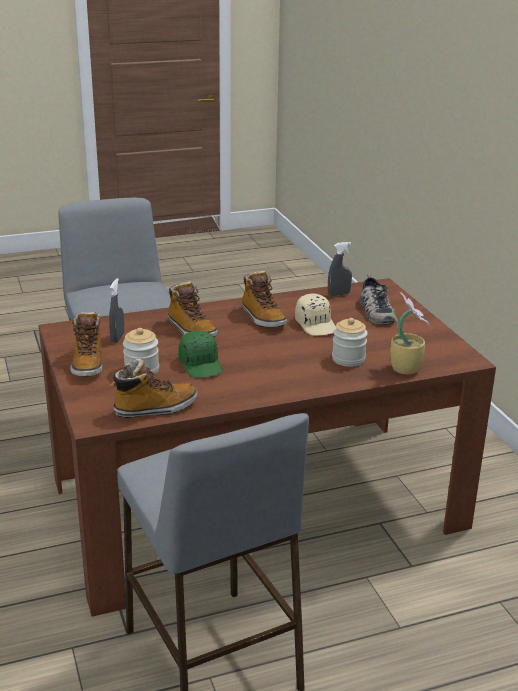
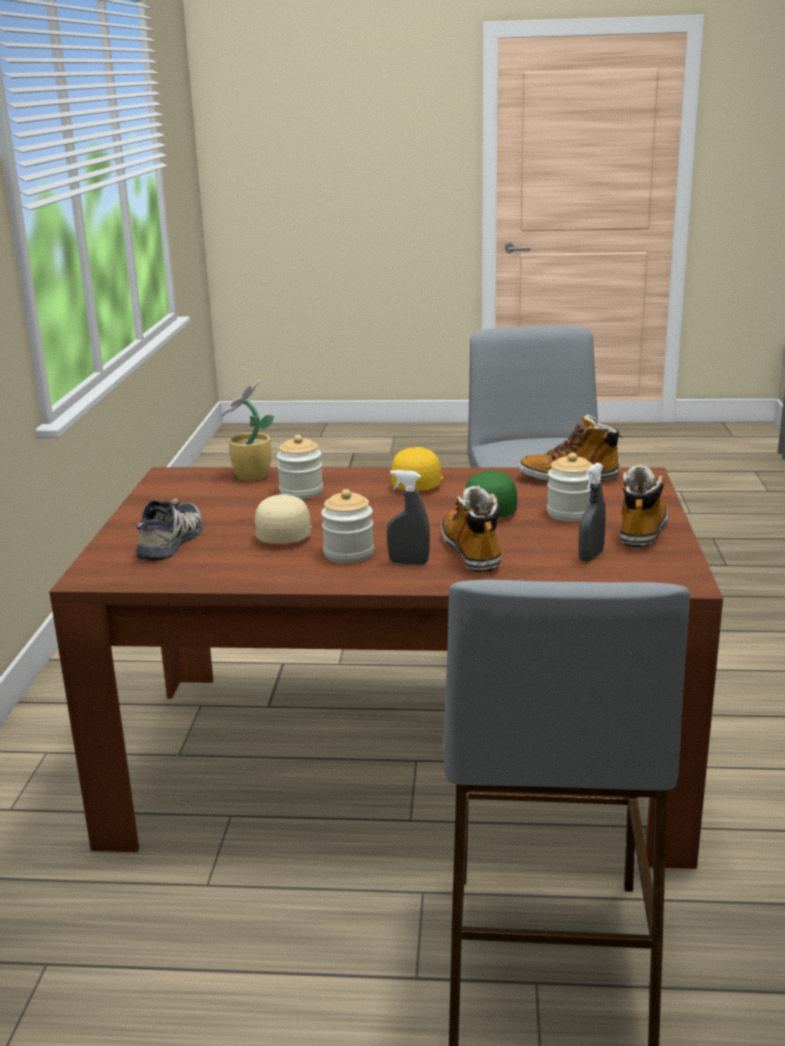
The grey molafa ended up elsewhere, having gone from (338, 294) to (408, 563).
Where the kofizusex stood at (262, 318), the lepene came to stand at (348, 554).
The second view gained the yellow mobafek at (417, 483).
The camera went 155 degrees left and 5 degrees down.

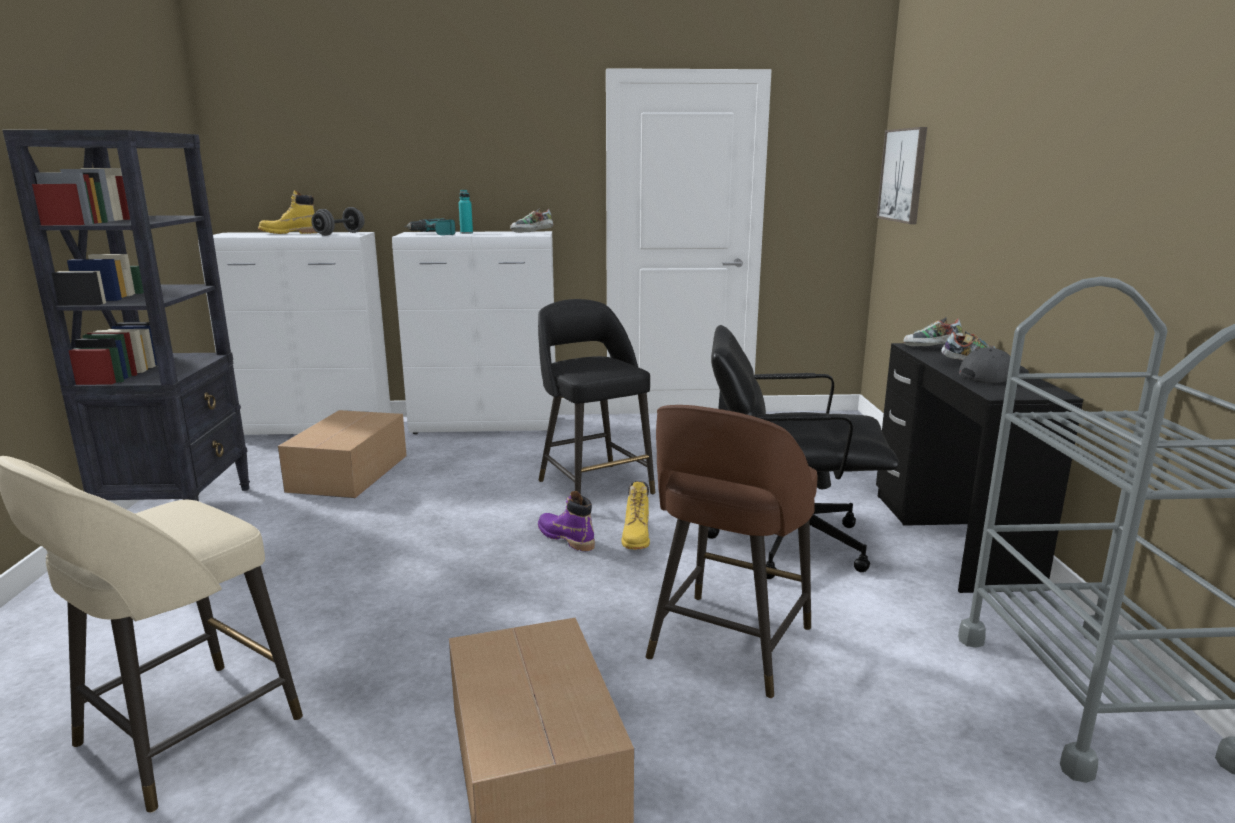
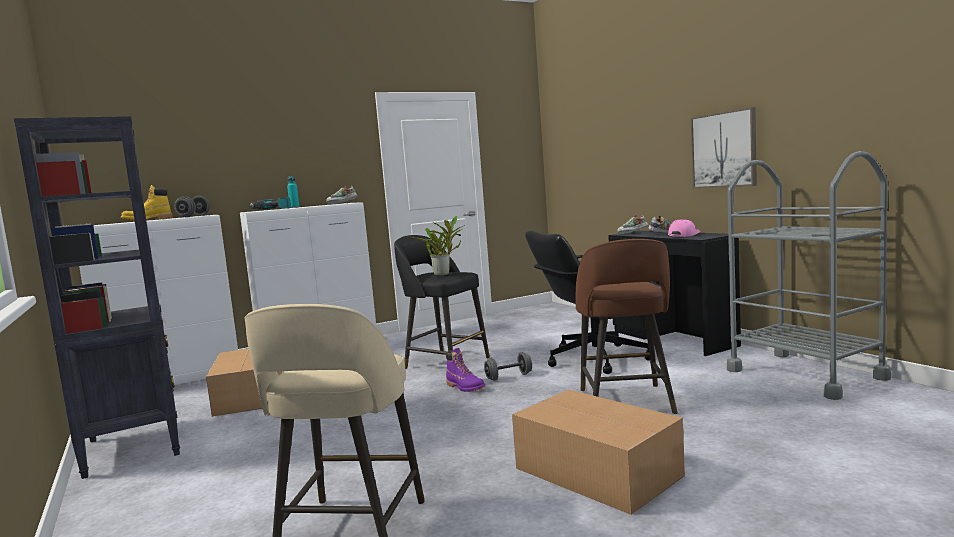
The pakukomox ended up elsewhere, having gone from (903, 175) to (724, 150).
What was the grey mobafek at (991, 375) turned into the pink mobafek at (683, 235).
Where the yellow kofizusex stood at (636, 538), the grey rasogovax came to stand at (509, 377).
The purple kofizusex at (566, 538) ended up facing another way, 150 degrees counterclockwise from before.
The second view gained the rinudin at (444, 274).
The camera went 25 degrees left and 10 degrees down.

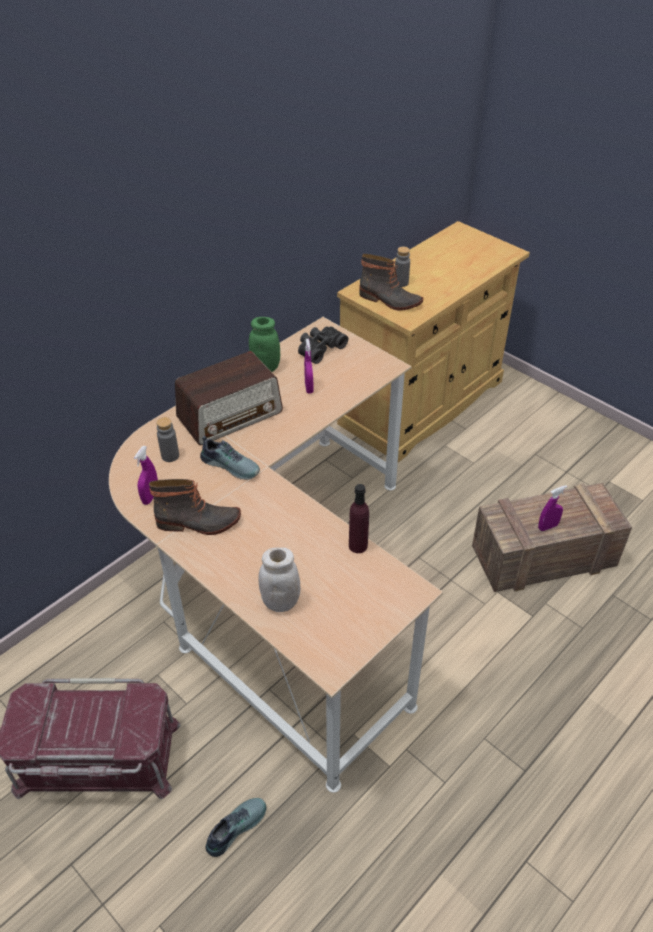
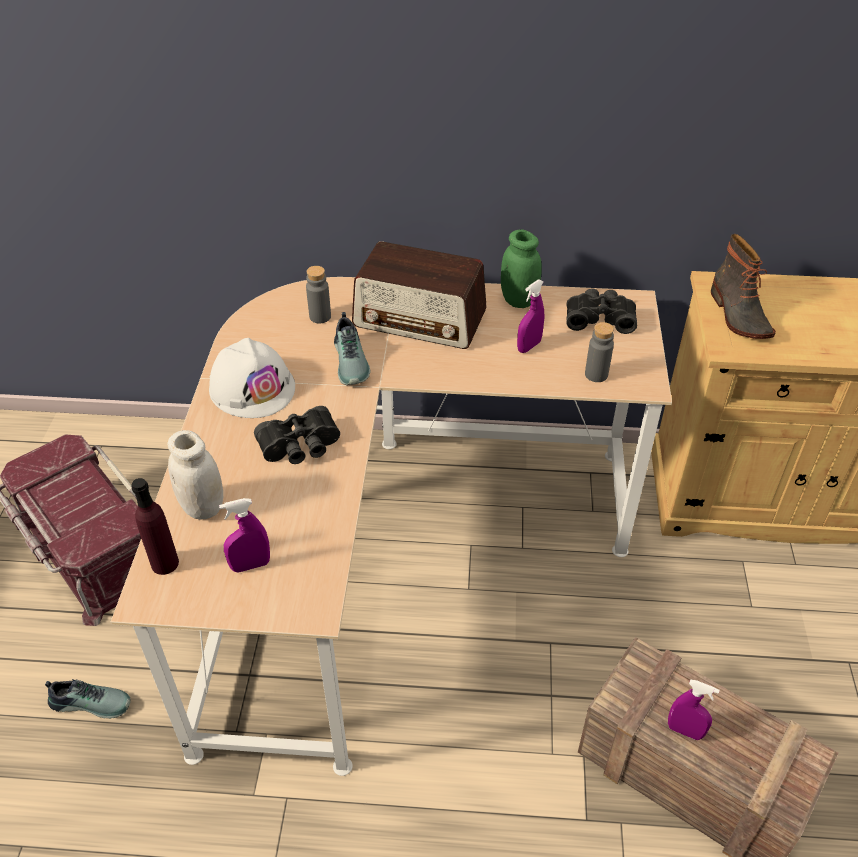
The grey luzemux ended up elsewhere, having gone from (401, 283) to (596, 374).
The purple molafa ended up elsewhere, having gone from (150, 497) to (250, 565).
Where the kofizusex stood at (198, 523), the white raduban came to stand at (252, 387).
The purple luzemux ended up elsewhere, having gone from (358, 545) to (165, 563).
The second view gained the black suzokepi at (300, 447).
The camera went 50 degrees right and 0 degrees up.

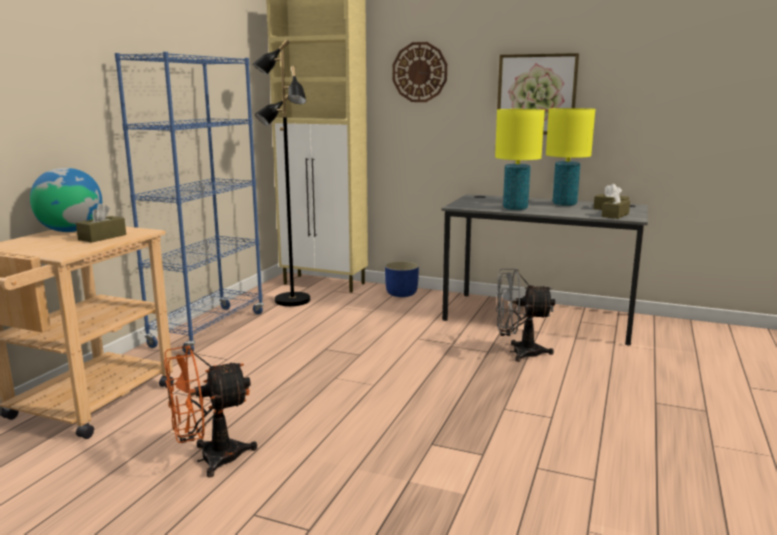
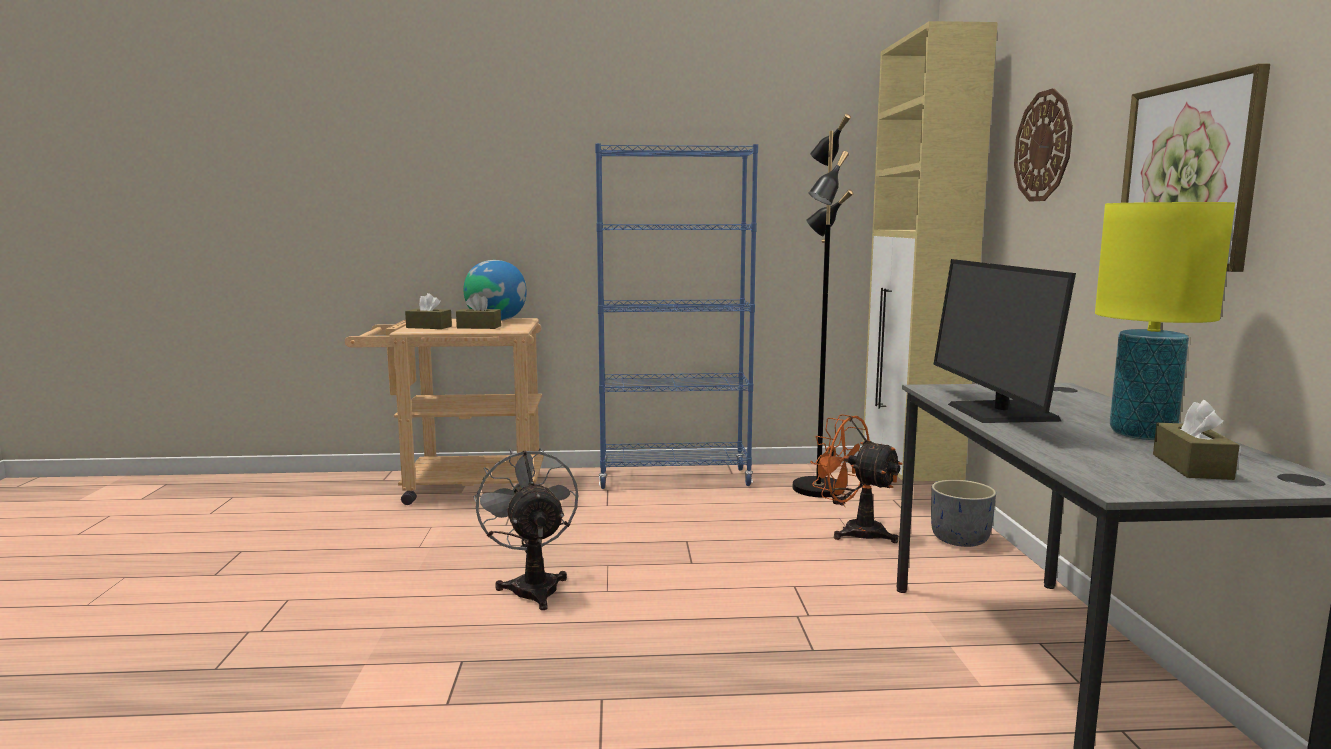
Where the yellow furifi stood at (515, 208), the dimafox came to stand at (999, 412).
The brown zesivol ended up elsewhere, having gone from (615, 215) to (429, 327).
What was the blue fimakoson at (402, 293) turned into the grey fimakoson at (961, 539).
The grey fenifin ended up elsewhere, having gone from (518, 352) to (532, 586).
The orange fenifin ended up elsewhere, having gone from (209, 459) to (853, 531).
The camera went 65 degrees right and 5 degrees down.

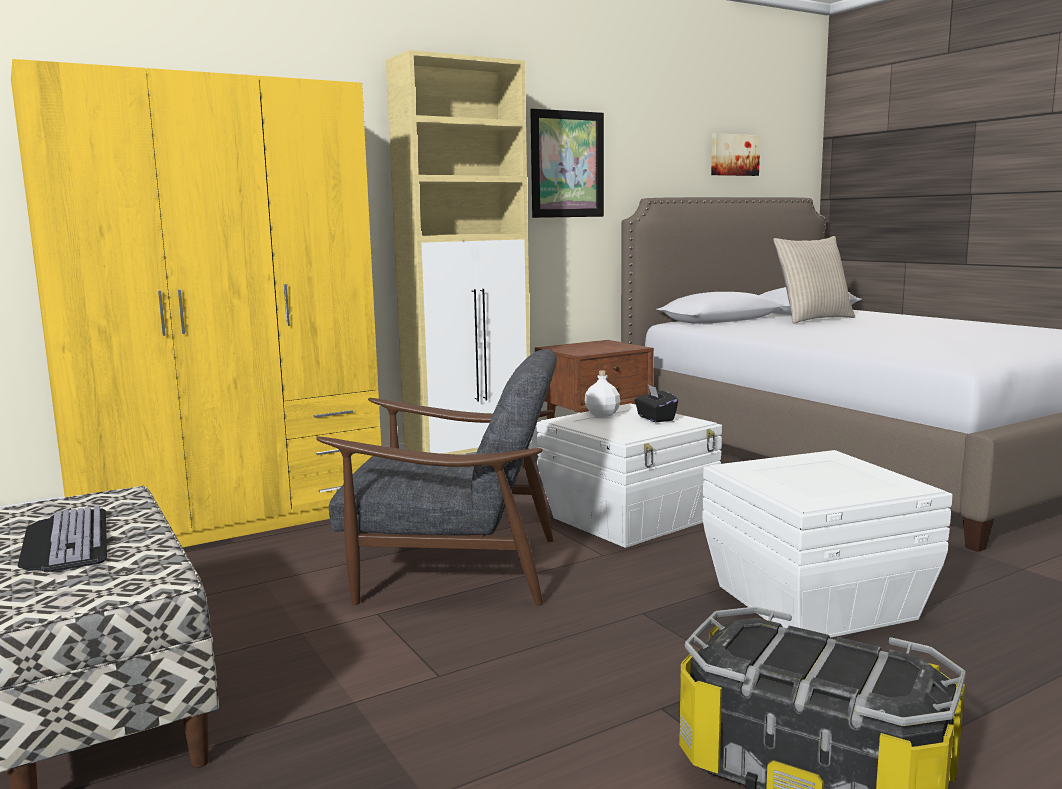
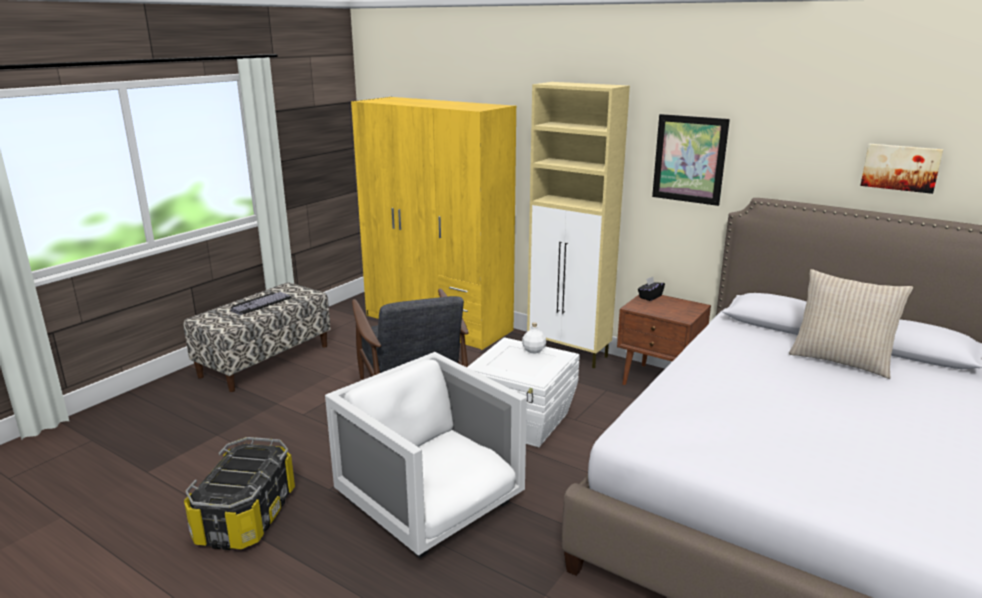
The black zesivol ended up elsewhere, having gone from (655, 418) to (650, 297).
Where the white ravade stood at (814, 601), the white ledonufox came to stand at (431, 502).
The camera went 65 degrees right and 10 degrees up.

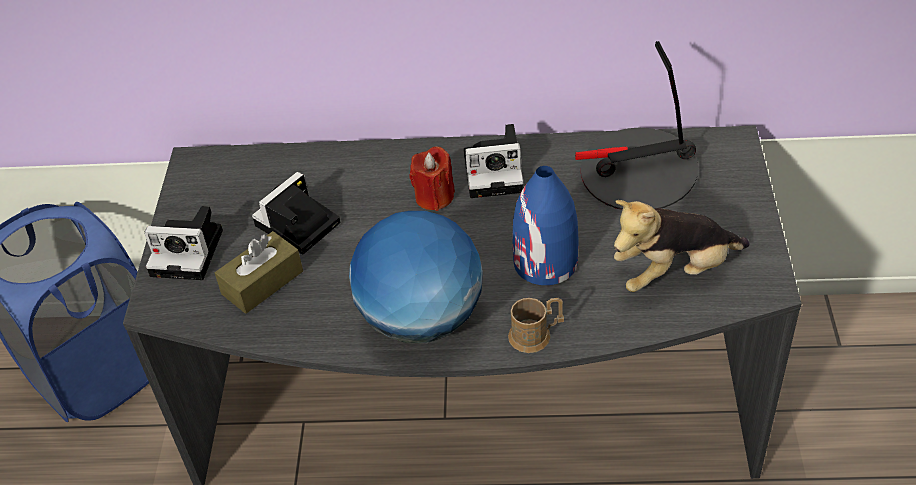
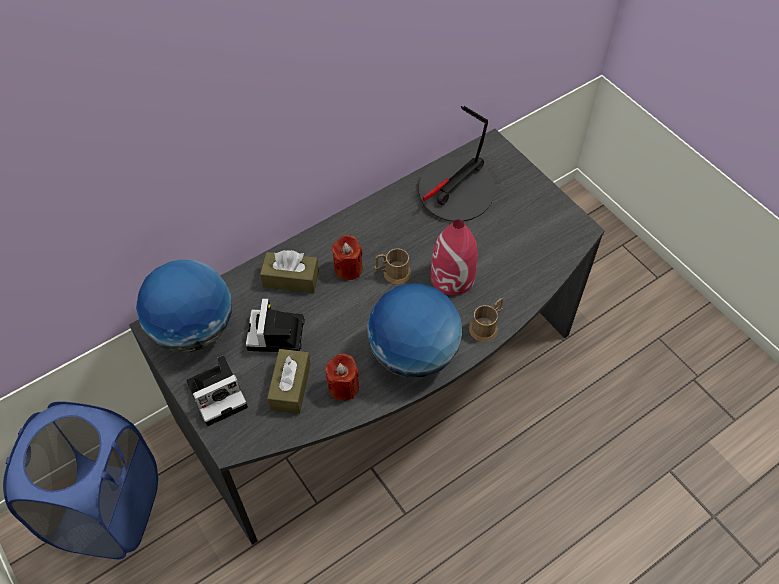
The second view lost the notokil at (496, 171).
What was the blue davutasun at (545, 262) turned into the red davutasun at (453, 277).
The second view lost the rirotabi at (674, 272).
The second view gained the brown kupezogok at (392, 273).
The second view gained the brown zesivol at (291, 279).
The second view gained the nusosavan at (194, 330).
The second view gained the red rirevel at (343, 386).
The camera went 40 degrees left and 10 degrees up.

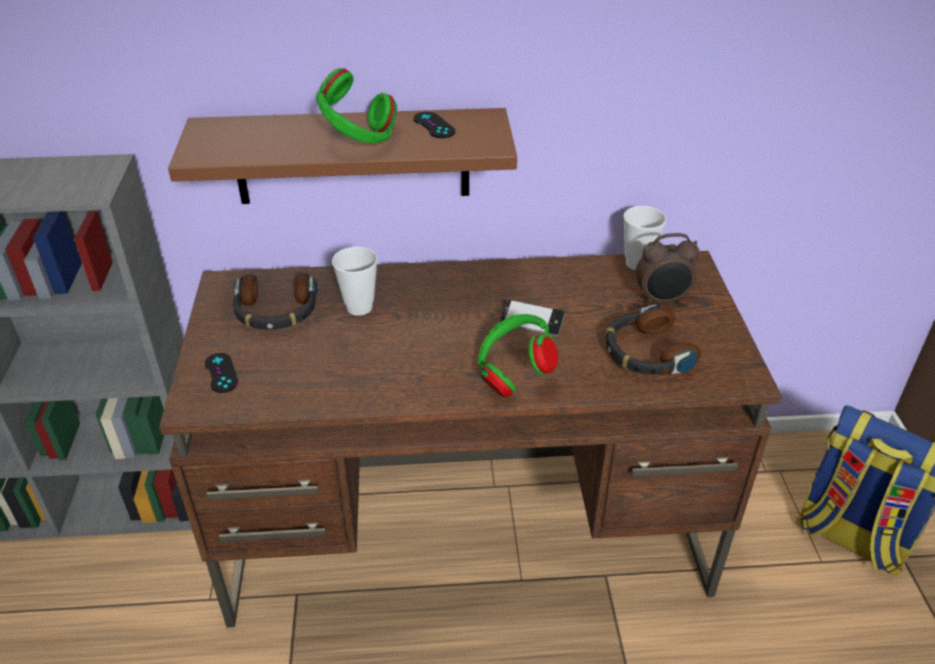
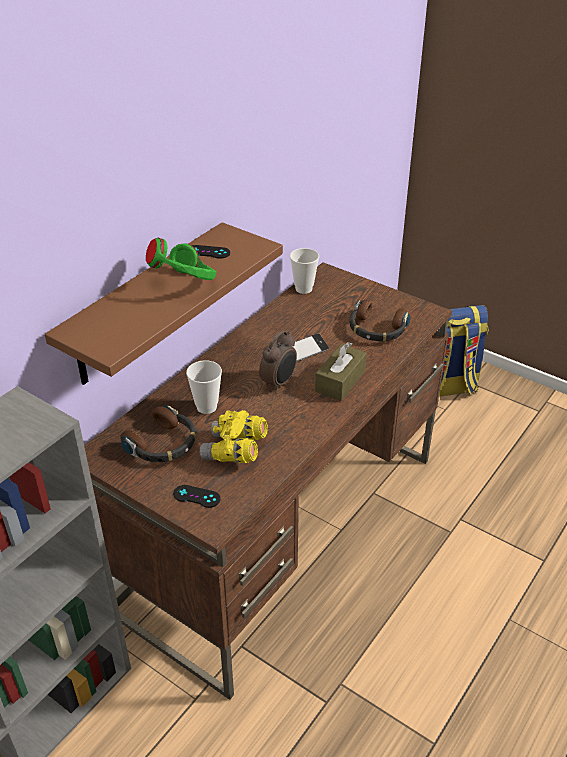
The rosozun ended up elsewhere, having gone from (662, 300) to (279, 383).
Where the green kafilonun stood at (513, 374), the brown zesivol came to stand at (340, 381).
The second view gained the yellow suzokepi at (234, 451).
The camera went 50 degrees left and 0 degrees up.

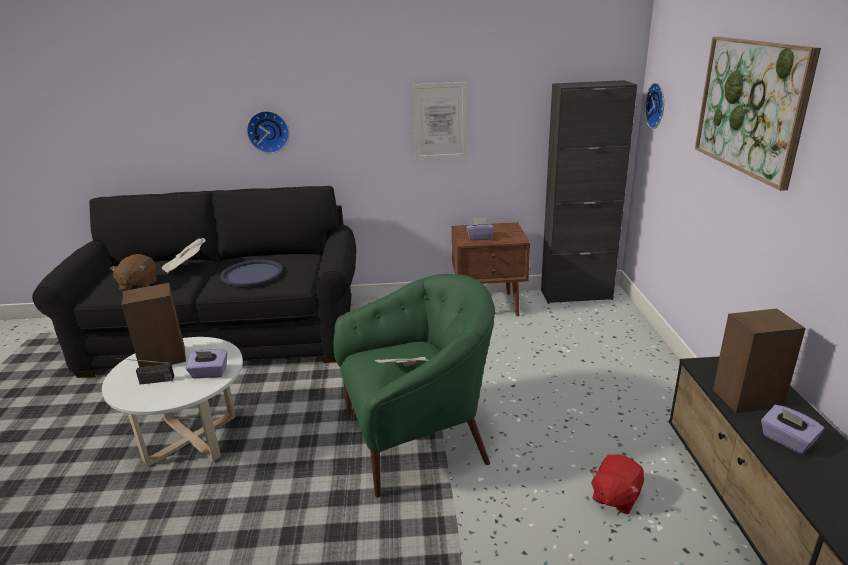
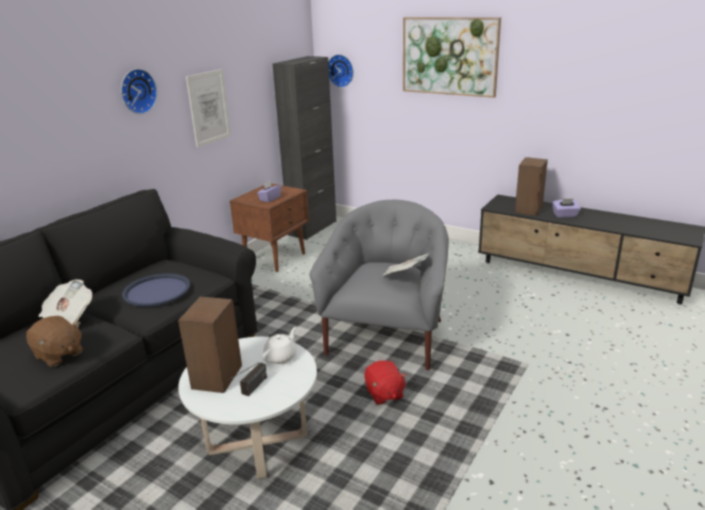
The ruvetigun ended up elsewhere, having gone from (268, 131) to (137, 91).
What was the green ledonufox at (416, 438) turned into the grey ledonufox at (387, 336).
Where the purple zesivol stood at (209, 373), the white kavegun came to stand at (281, 357).
The red rirotabi ended up elsewhere, having gone from (615, 496) to (384, 394).
The camera went 55 degrees left and 0 degrees up.

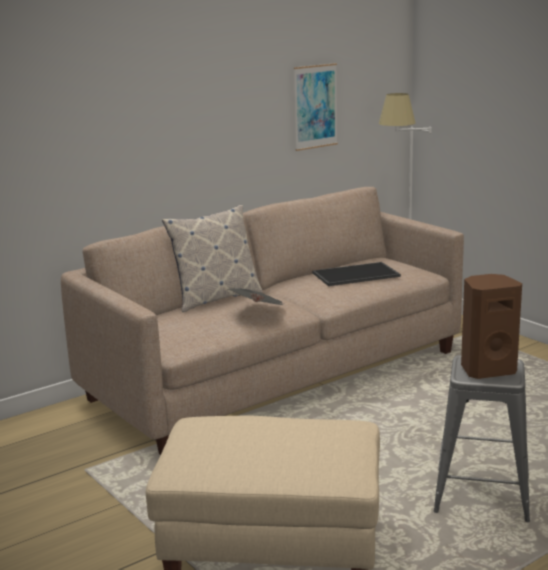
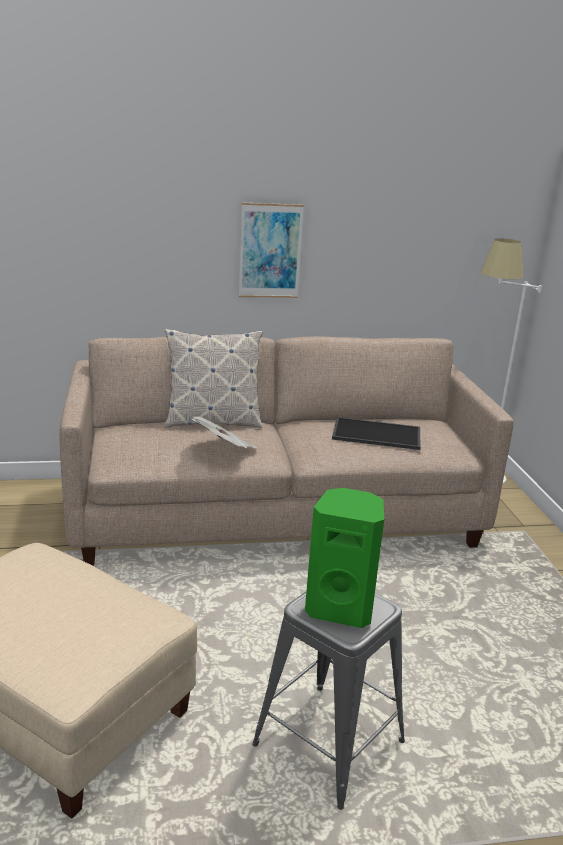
The pakukomox ended up elsewhere, having gone from (315, 106) to (270, 251).
What was the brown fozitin at (486, 370) turned into the green fozitin at (340, 608).
The camera went 25 degrees right and 5 degrees up.

